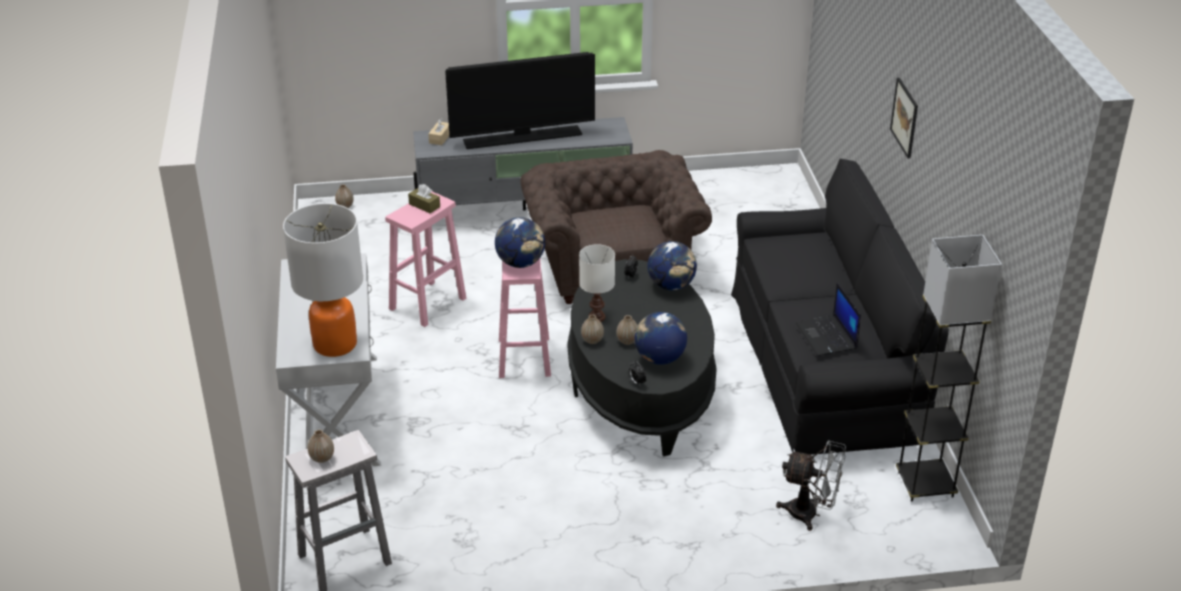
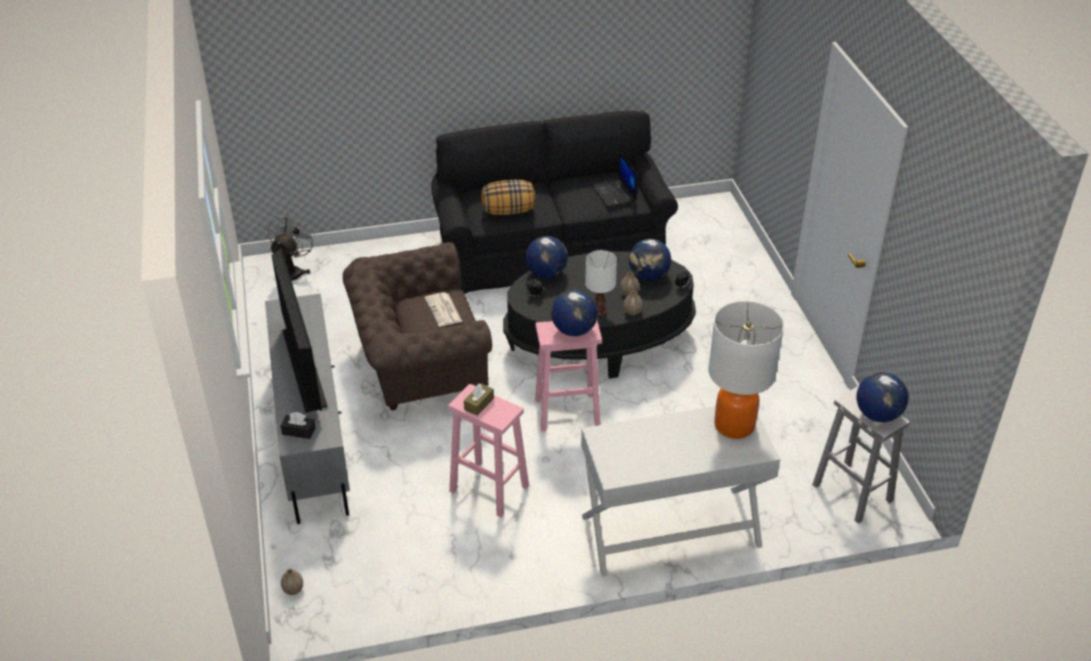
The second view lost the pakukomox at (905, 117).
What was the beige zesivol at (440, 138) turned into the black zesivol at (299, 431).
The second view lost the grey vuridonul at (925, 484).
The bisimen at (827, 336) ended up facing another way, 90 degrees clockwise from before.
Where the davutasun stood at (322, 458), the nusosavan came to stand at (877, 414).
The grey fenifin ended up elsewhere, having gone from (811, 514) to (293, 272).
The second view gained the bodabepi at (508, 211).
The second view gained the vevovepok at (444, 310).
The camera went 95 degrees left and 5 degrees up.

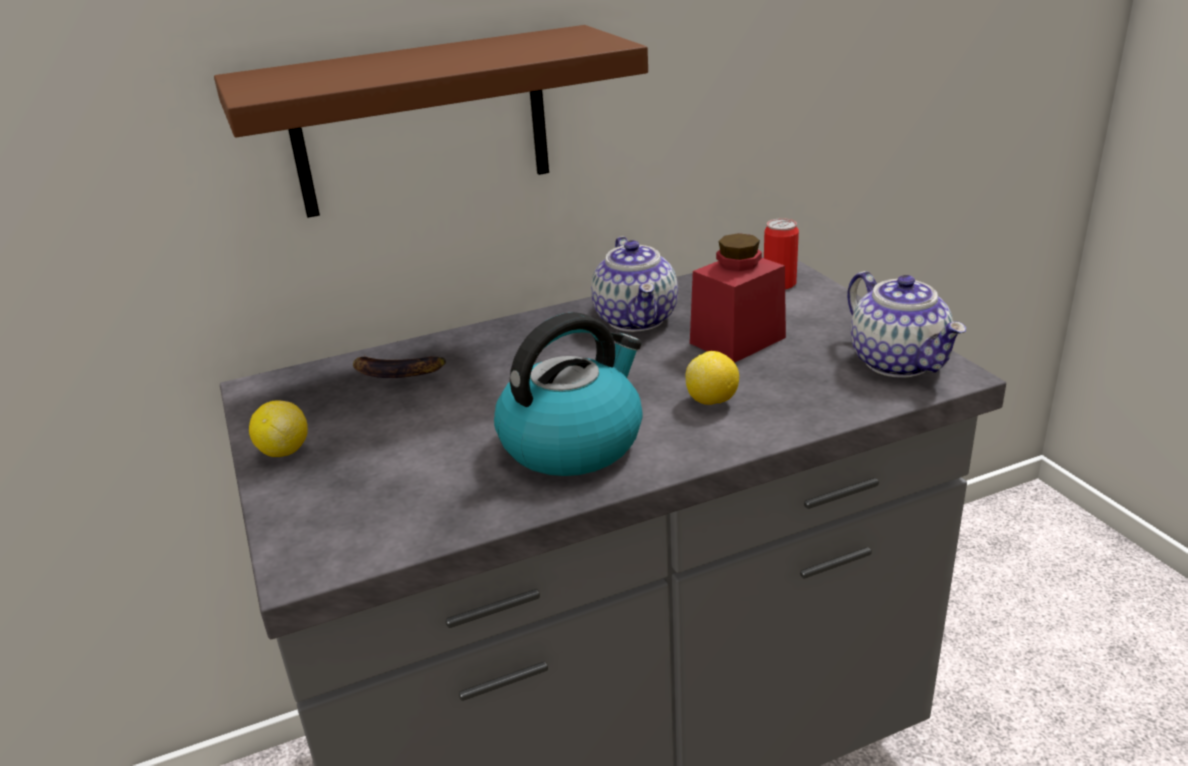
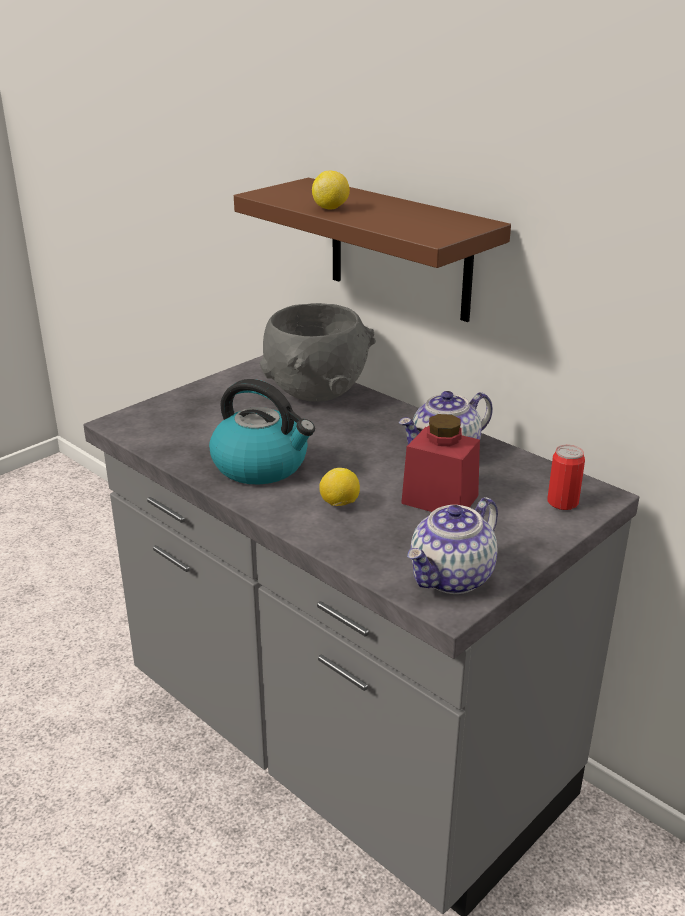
Where the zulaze stood at (397, 371), the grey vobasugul came to stand at (315, 392).
The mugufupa ended up elsewhere, having gone from (284, 451) to (331, 208).
The camera went 65 degrees right and 0 degrees up.

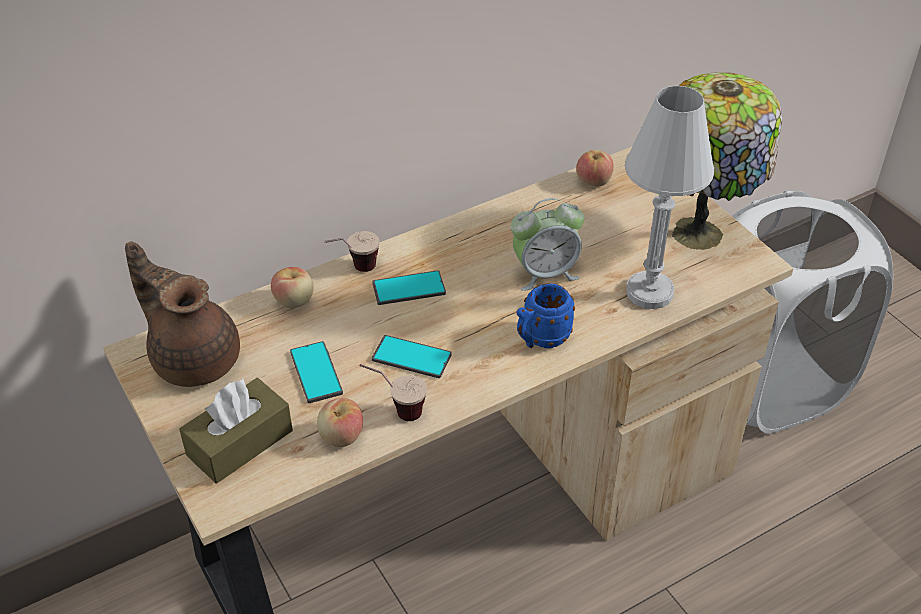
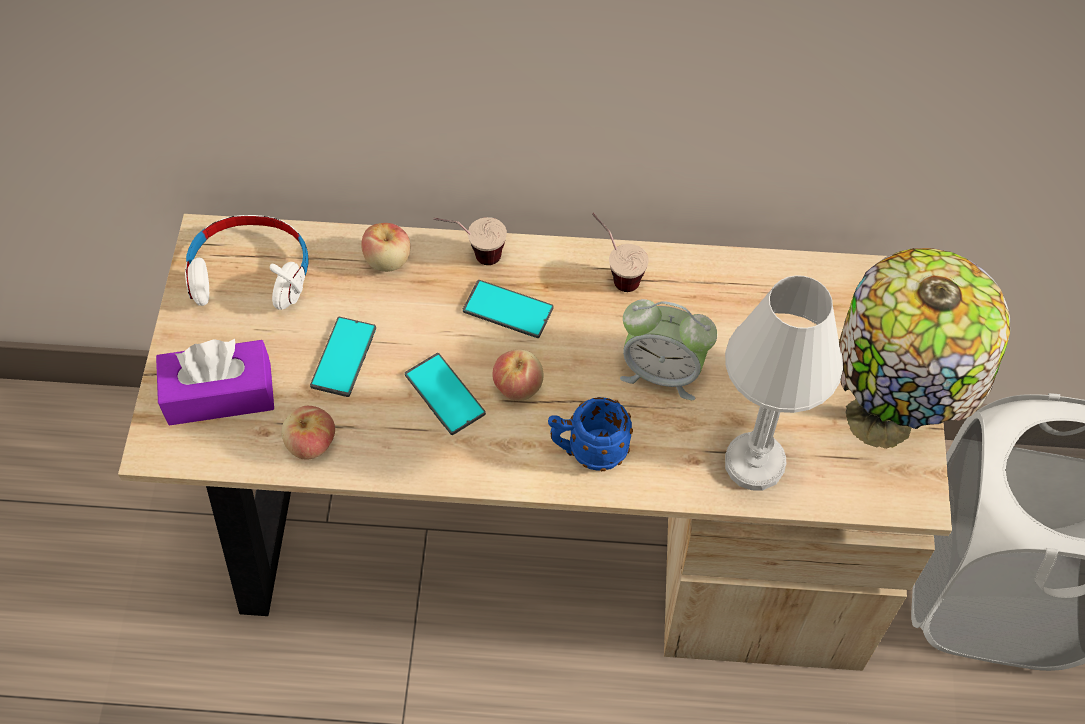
The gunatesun ended up elsewhere, having gone from (593, 181) to (518, 386).
Where the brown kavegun stood at (194, 357), the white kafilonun came to stand at (250, 273).
The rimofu ended up elsewhere, having gone from (395, 410) to (615, 272).
What was the brown zesivol at (240, 443) turned into the purple zesivol at (220, 394).
The camera went 35 degrees right and 15 degrees up.

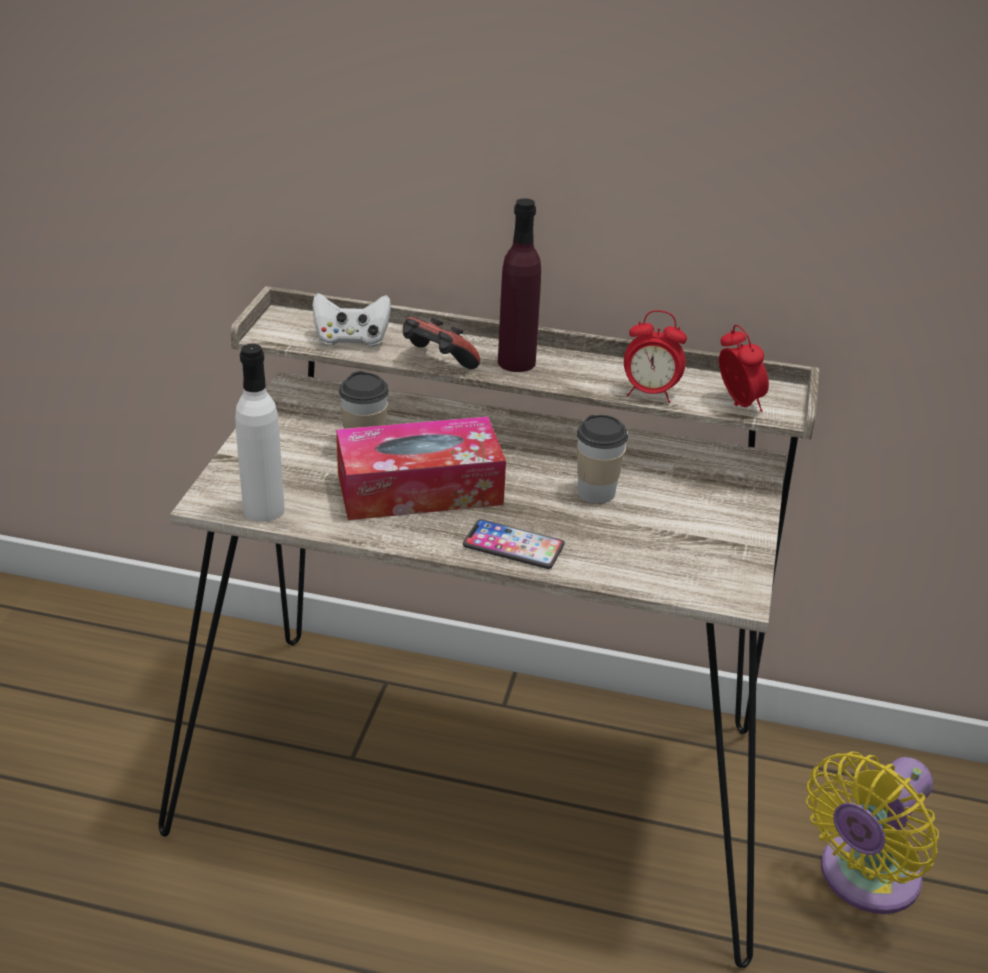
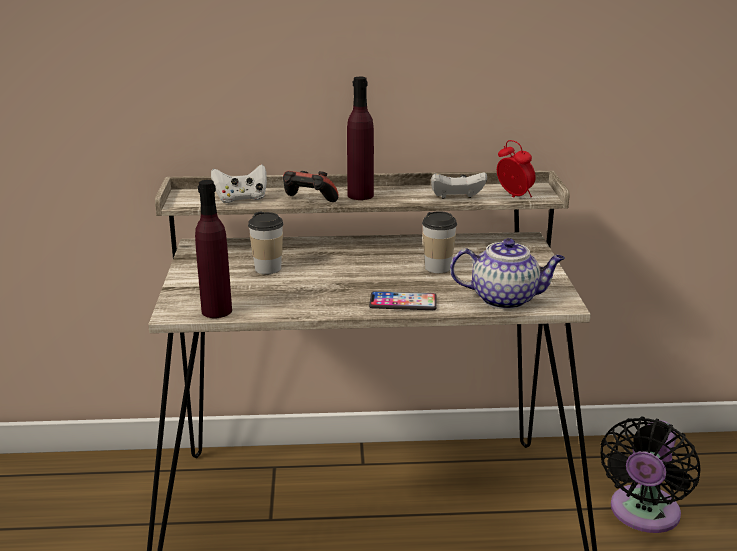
Where the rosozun stood at (650, 394), the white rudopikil came to stand at (456, 198).
What was the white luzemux at (263, 509) turned into the purple luzemux at (216, 311).
The second view lost the zesivol at (419, 489).
What was the yellow fenifin at (863, 879) turned into the black fenifin at (642, 514).
The second view gained the kavegun at (505, 299).
The camera went 15 degrees left and 10 degrees down.

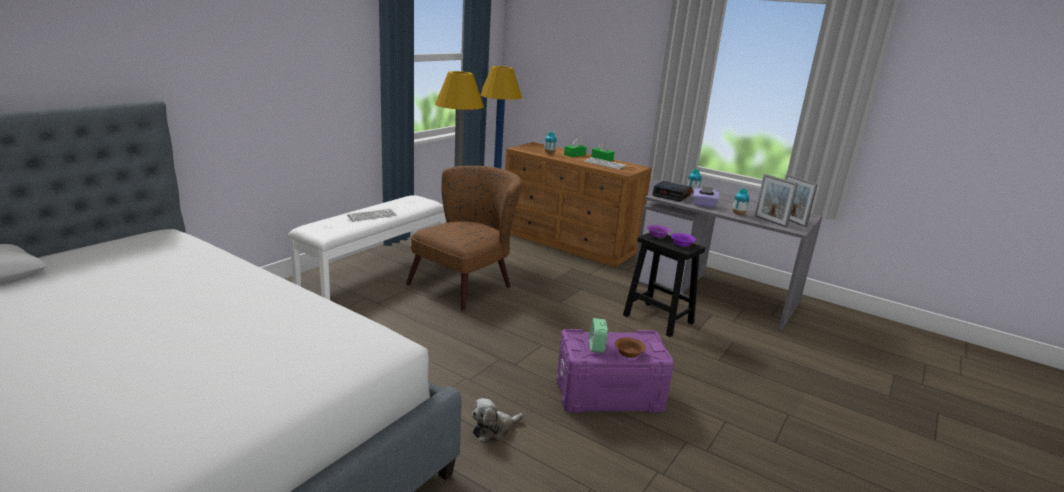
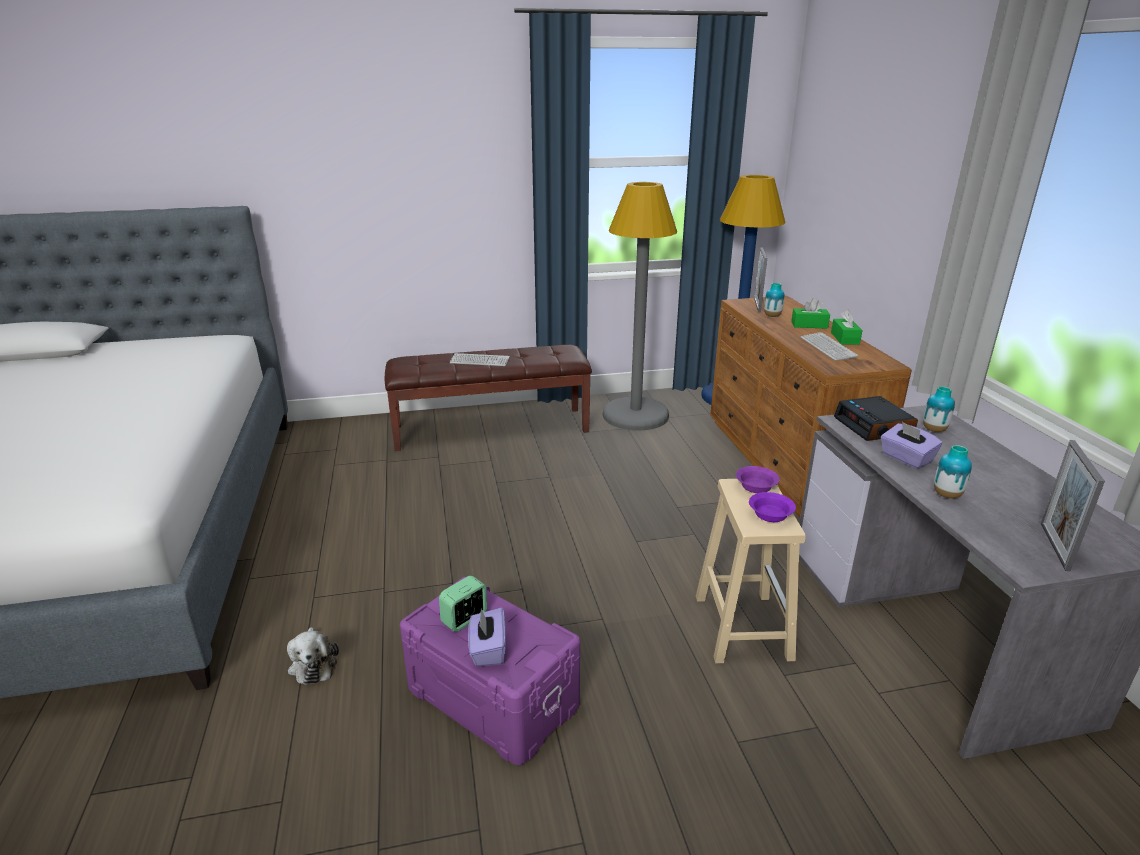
The second view lost the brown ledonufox at (467, 283).
The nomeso ended up elsewhere, having gone from (770, 221) to (757, 305).
What was the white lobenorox at (374, 271) turned into the brown lobenorox at (491, 428).
What was the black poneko at (657, 319) turned into the beige poneko at (741, 626).
Where the brown vobasugul stood at (629, 353), the purple zesivol came to stand at (488, 650).
The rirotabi at (494, 430) ended up facing another way, 120 degrees counterclockwise from before.
The camera went 45 degrees right and 5 degrees up.

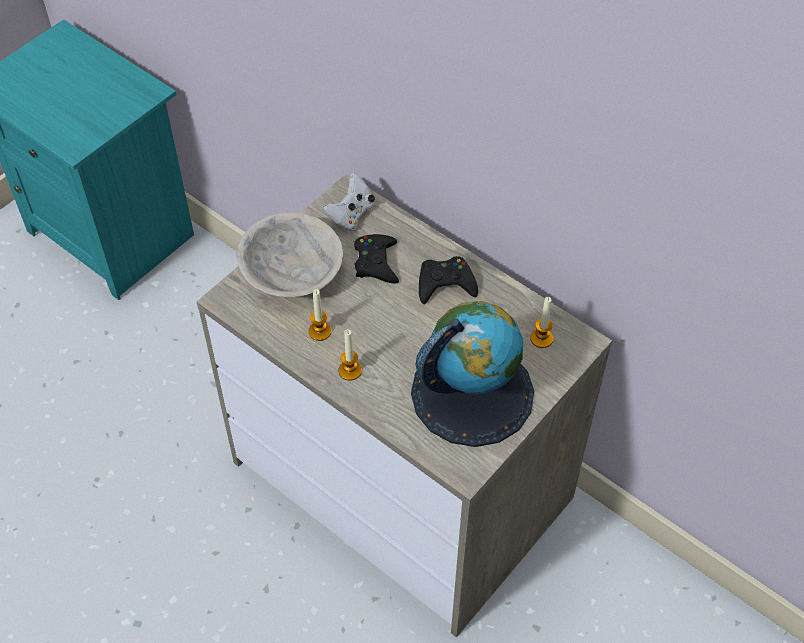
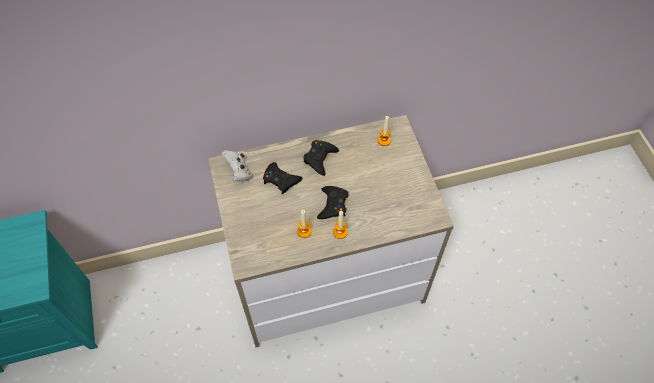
The second view lost the beige vobasugul at (292, 272).
The second view lost the nusosavan at (472, 393).
The second view gained the black rudopikil at (333, 205).
The camera went 55 degrees left and 5 degrees up.

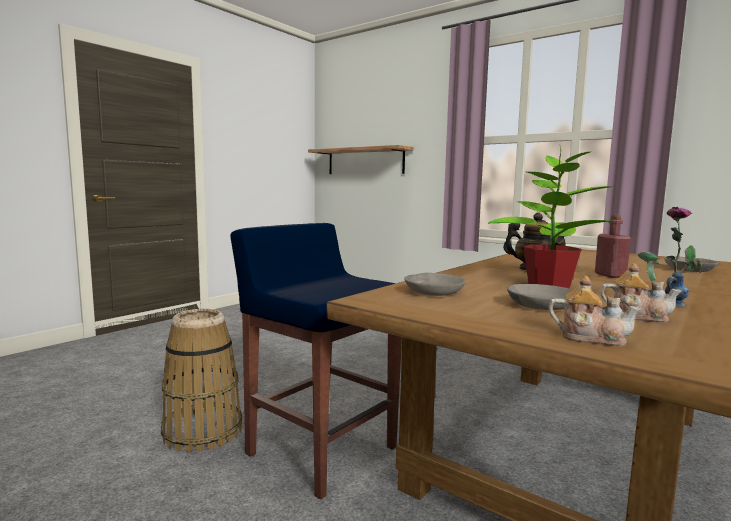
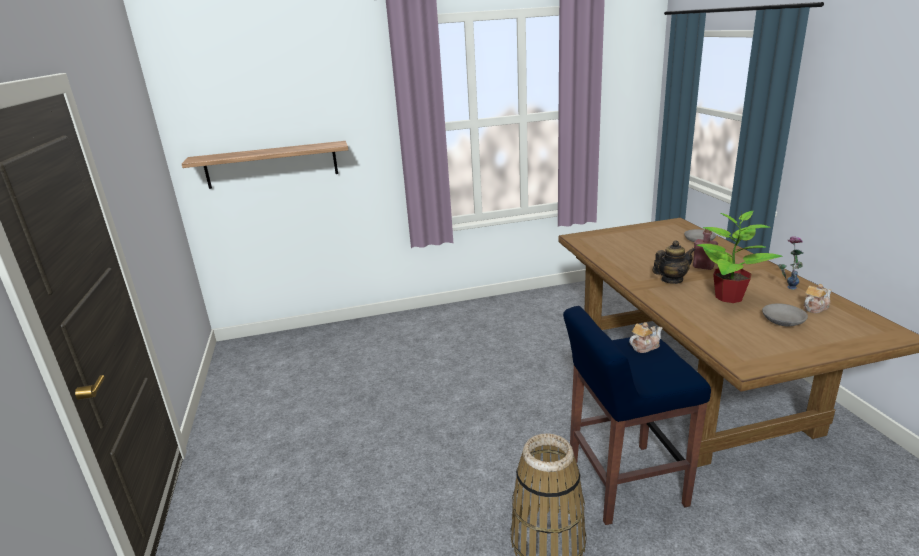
The second view lost the grey vobasugul at (433, 292).
The kavegun ended up elsewhere, having gone from (590, 338) to (644, 347).
The camera went 50 degrees left and 15 degrees up.

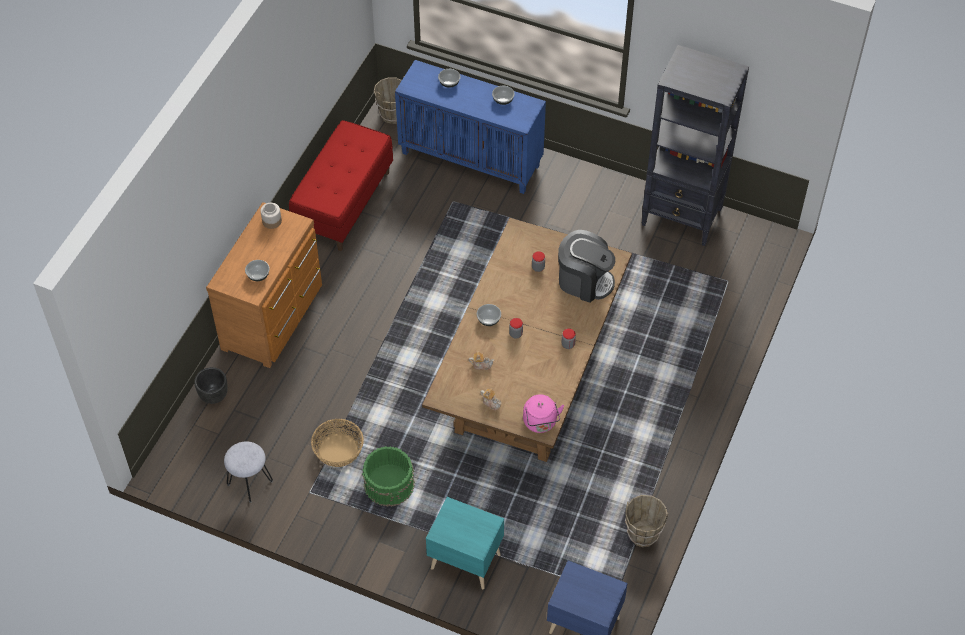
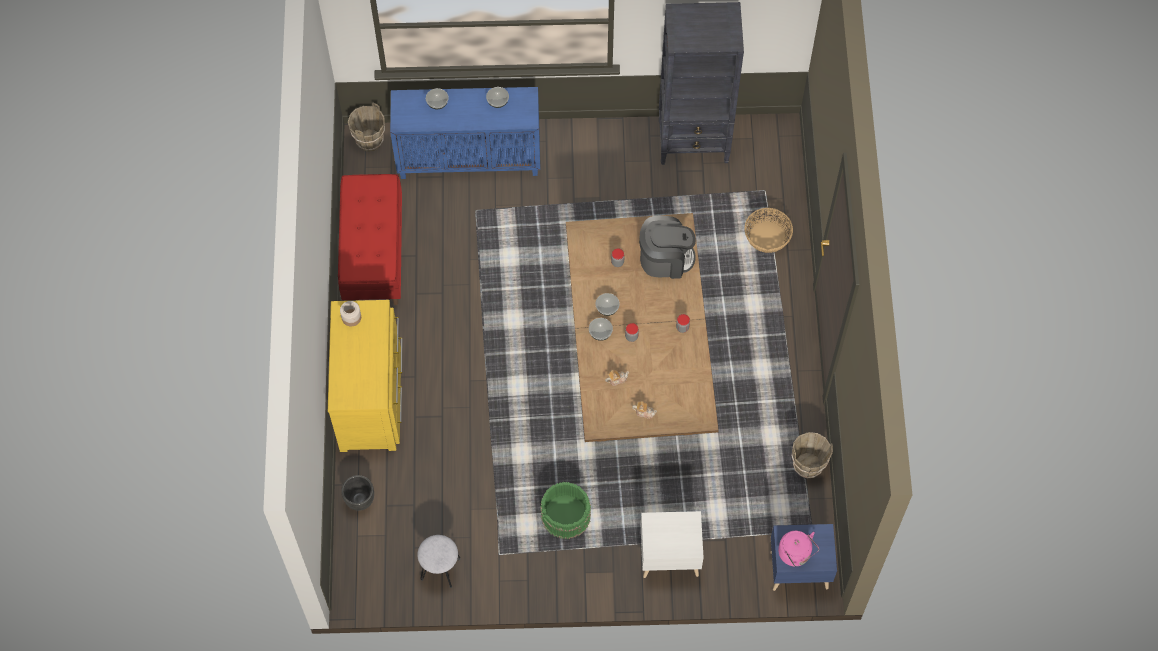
What was the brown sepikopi at (275, 316) turned into the yellow sepikopi at (372, 397).
The vobasugul ended up elsewhere, having gone from (258, 275) to (607, 308).
The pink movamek ended up elsewhere, having gone from (540, 423) to (796, 554).
The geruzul ended up elsewhere, having gone from (338, 450) to (767, 237).
What was the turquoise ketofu at (465, 560) turned into the white ketofu at (668, 556).
The camera went 25 degrees left and 10 degrees up.

